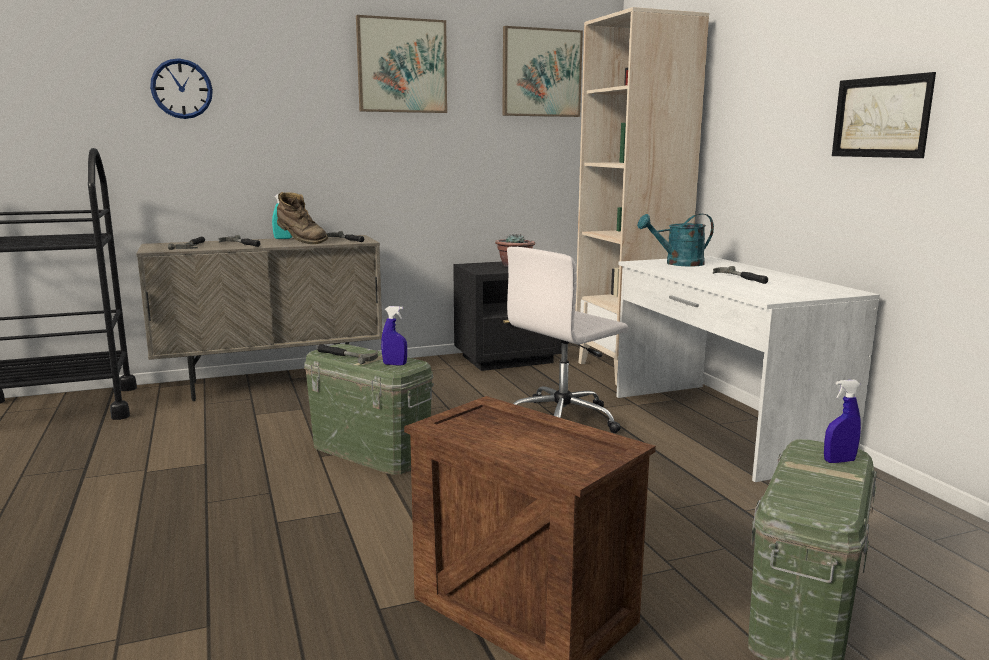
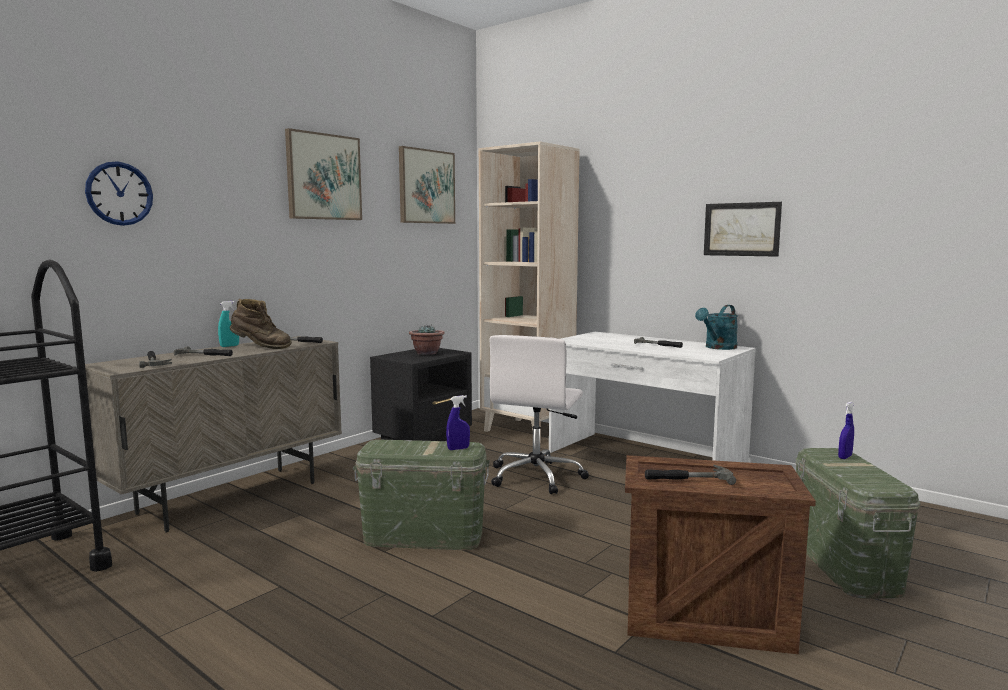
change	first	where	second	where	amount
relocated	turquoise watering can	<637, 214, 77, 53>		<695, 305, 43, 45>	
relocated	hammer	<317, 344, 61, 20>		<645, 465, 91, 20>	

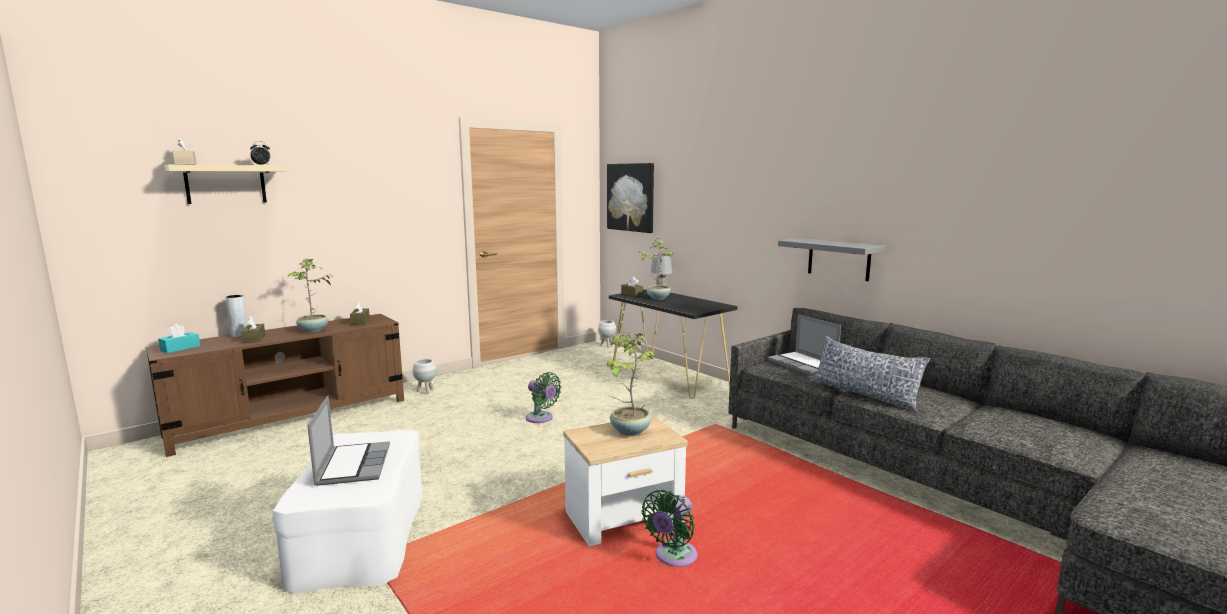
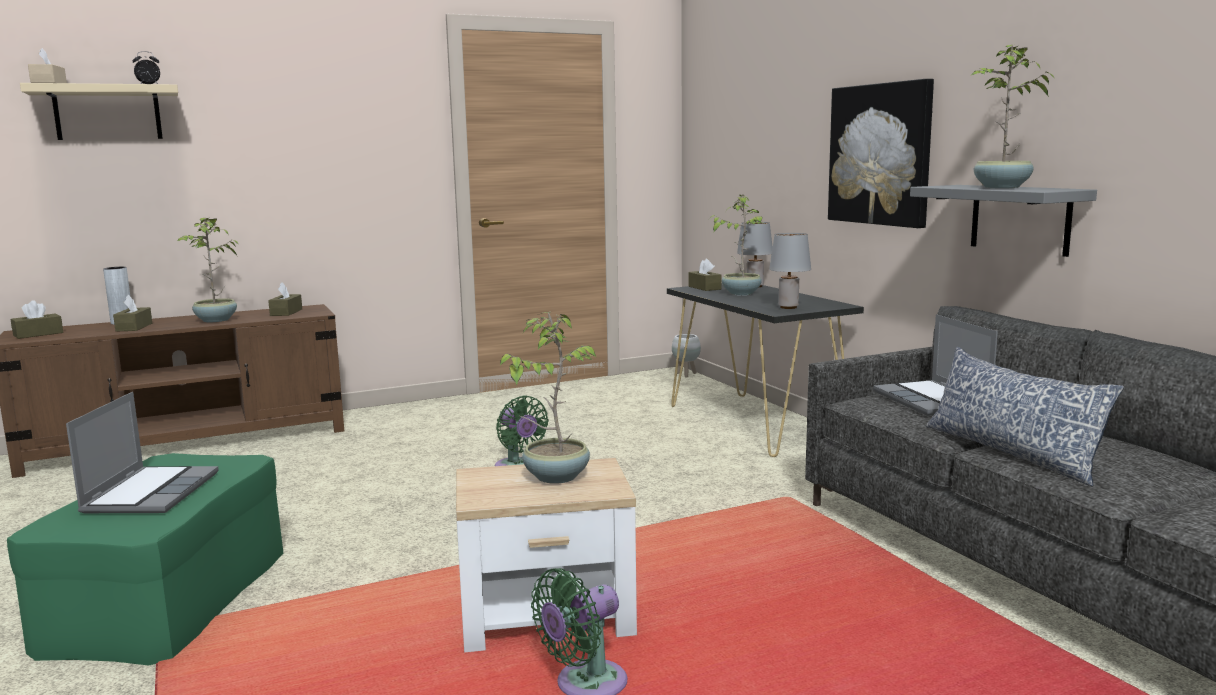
change	first	where	second	where	amount
relocated	picture	<607, 163, 47, 70>		<828, 79, 106, 149>	
colour	turquoise tissue box	<158, 324, 42, 29>	brown tissue box	<11, 300, 52, 39>	
missing	white planter	<413, 359, 24, 35>			
colour	white ottoman	<273, 429, 150, 165>	green ottoman	<7, 453, 276, 213>	
appeared			potted plant	<972, 45, 83, 143>	
appeared			grey table lamp	<769, 233, 42, 76>	

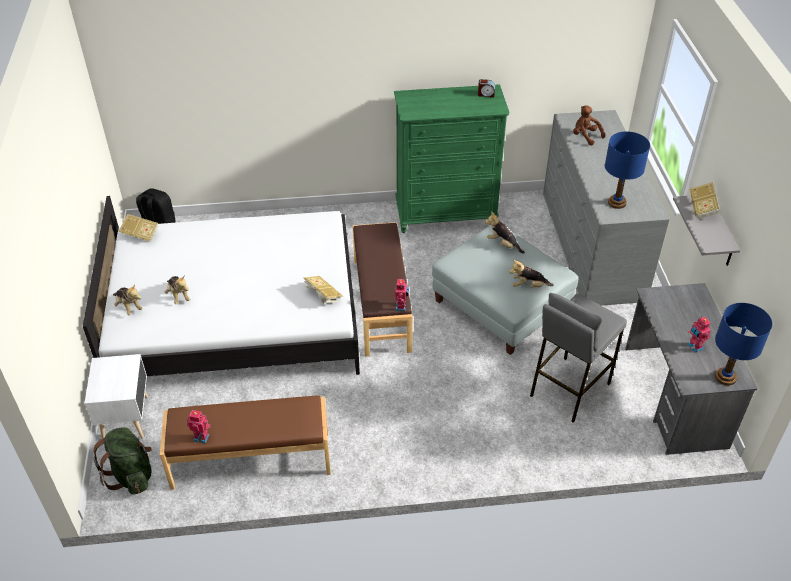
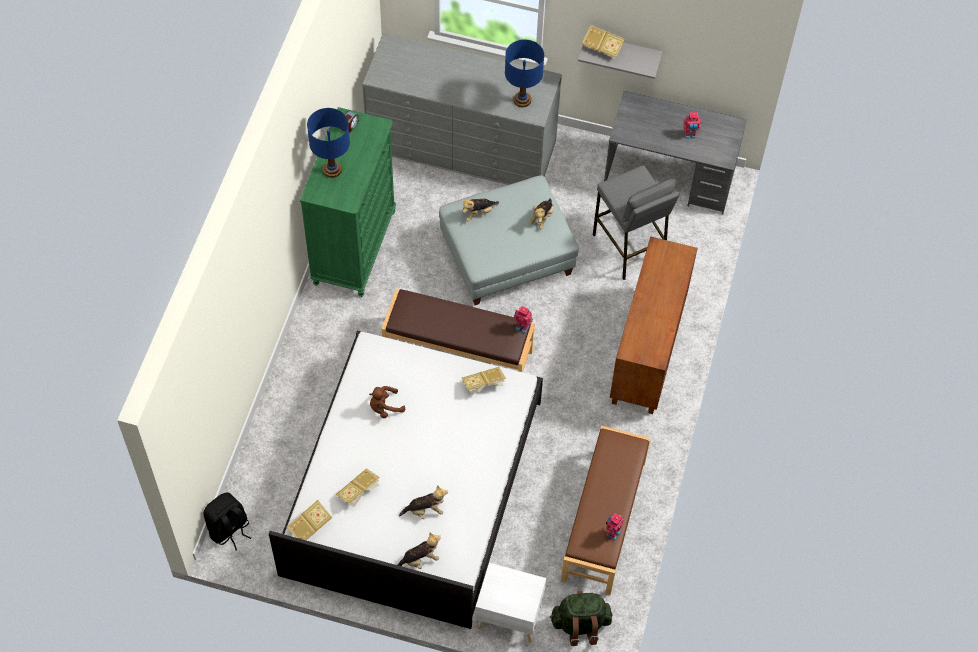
change	first	where	second	where	amount
relocated	brown plush toy	<573, 105, 33, 41>		<369, 386, 36, 32>	
relocated	blue table lamp	<715, 303, 57, 83>		<307, 108, 43, 70>	
appeared			brown cabinet	<610, 236, 88, 178>	
appeared			book	<336, 468, 44, 39>	

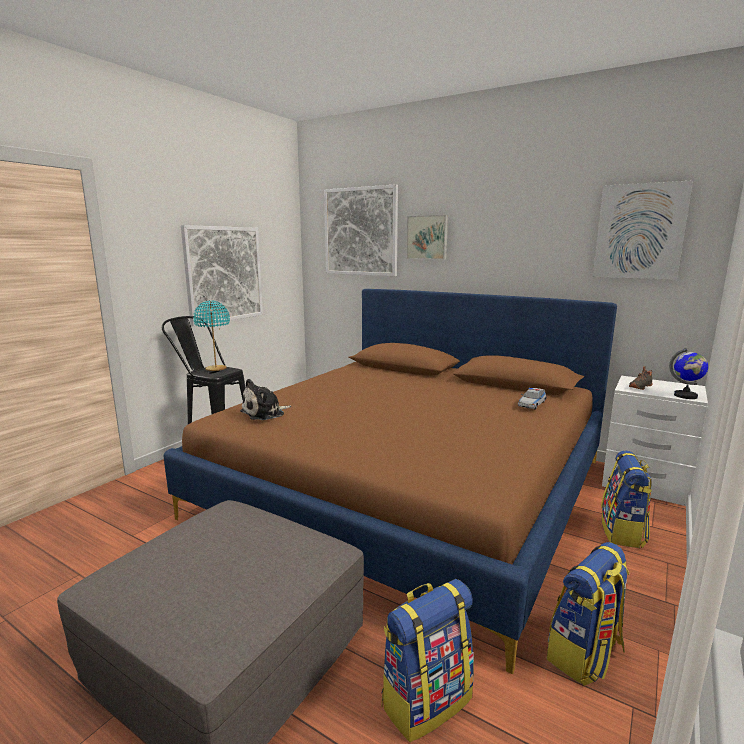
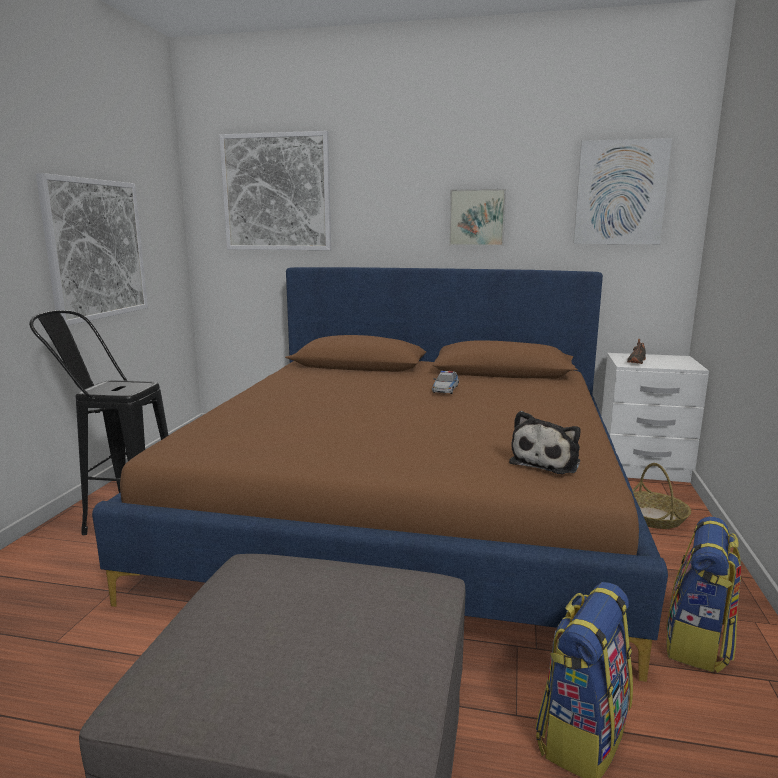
change	first	where	second	where	amount
relocated	picture	<406, 215, 42, 45>		<449, 189, 57, 57>	
missing	turquoise table lamp	<193, 300, 37, 71>			
missing	globe	<669, 348, 39, 51>			
relocated	plush toy	<240, 379, 51, 41>		<509, 411, 71, 63>	
relocated	toy car	<518, 388, 29, 22>		<432, 371, 27, 23>	
exchanged	backpack	<601, 450, 51, 98>	basket	<632, 463, 59, 66>	

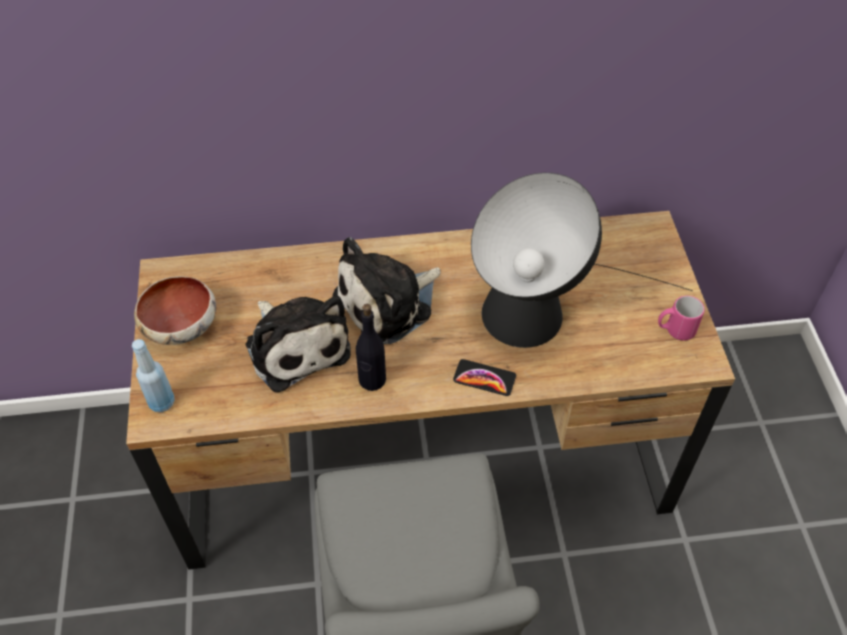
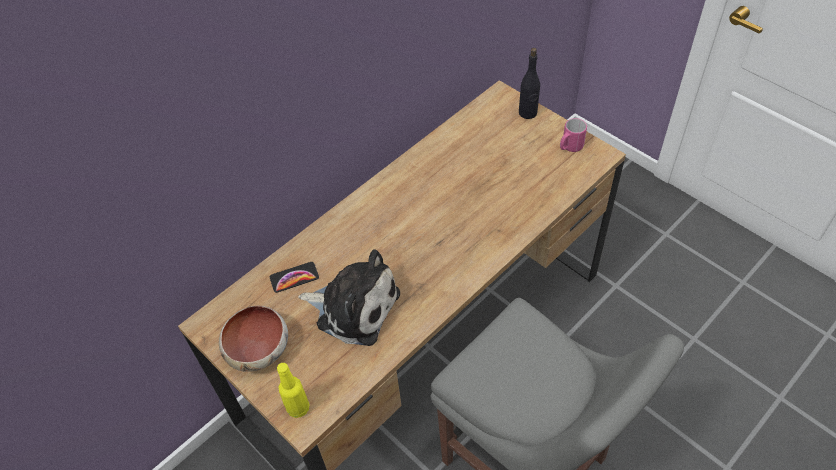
change	first	where	second	where	amount
missing	table lamp	<471, 173, 222, 175>			
missing	plush toy	<333, 237, 108, 107>			
relocated	black bottle	<356, 304, 30, 87>		<519, 48, 21, 71>	
colour	blue bottle	<132, 339, 43, 73>	yellow bottle	<277, 363, 32, 55>	
relocated	phone	<453, 359, 63, 37>		<270, 262, 49, 31>	

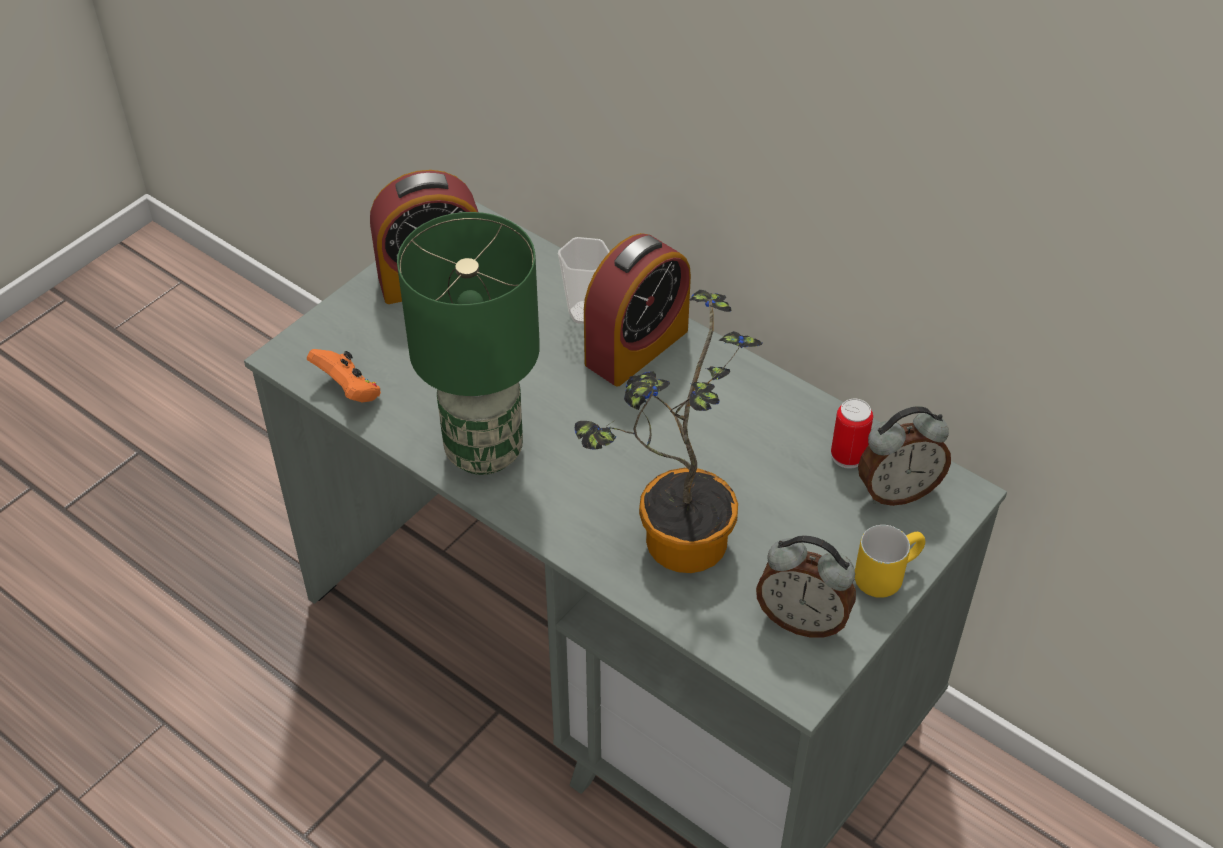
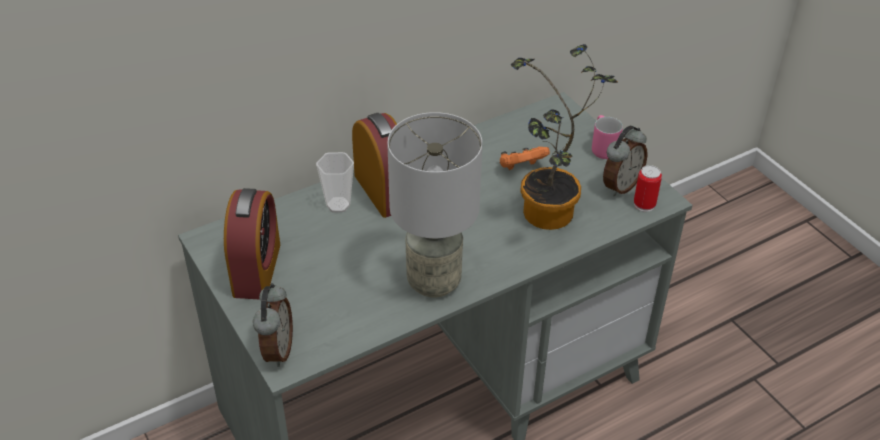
change	first	where	second	where	amount
colour	green table lamp	<397, 212, 143, 263>	grey table lamp	<387, 112, 95, 186>	
relocated	orange game controller	<307, 349, 74, 53>		<500, 147, 50, 23>	
relocated	can	<831, 399, 42, 70>		<634, 165, 28, 47>	
relocated	alarm clock	<858, 406, 93, 100>		<253, 283, 40, 84>	
colour	yellow mug	<855, 525, 70, 73>	pink mug	<592, 115, 31, 44>	

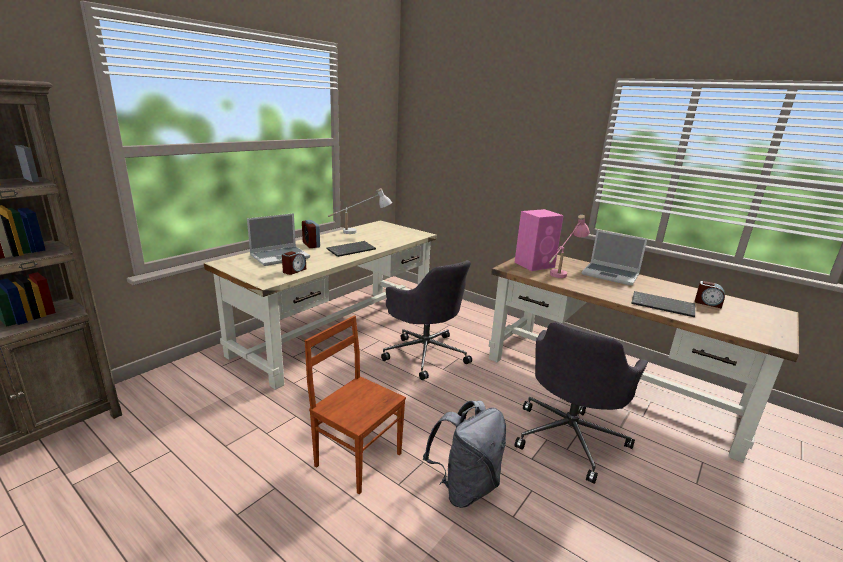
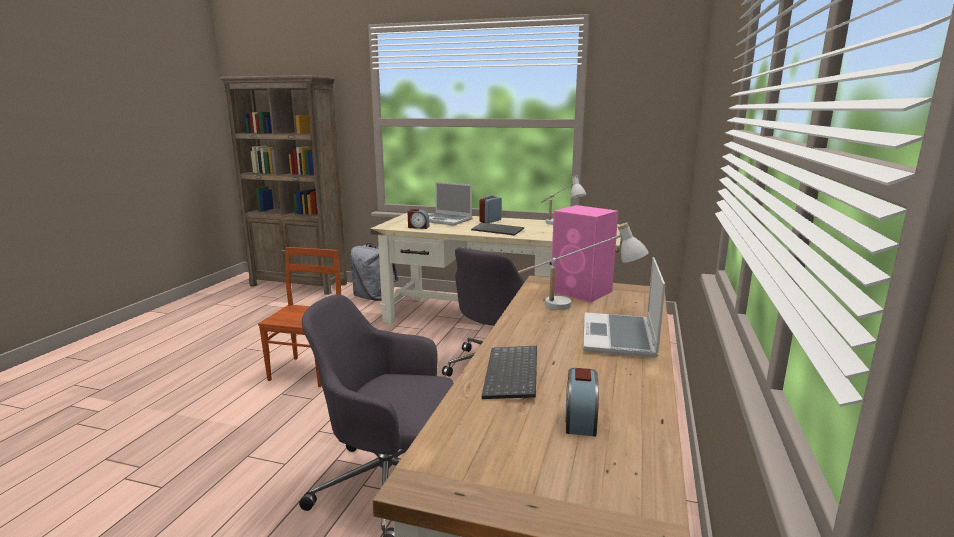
change	first	where	second	where	amount
colour	pink table lamp	<549, 215, 41, 63>	white table lamp	<518, 223, 131, 87>	
relocated	grey backpack	<423, 401, 83, 107>		<350, 243, 48, 58>	

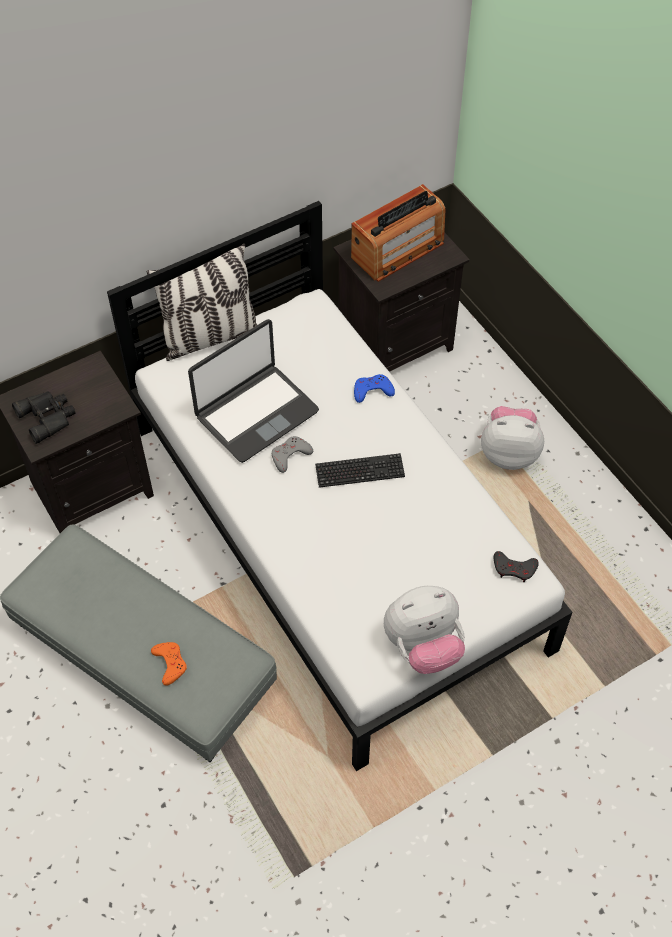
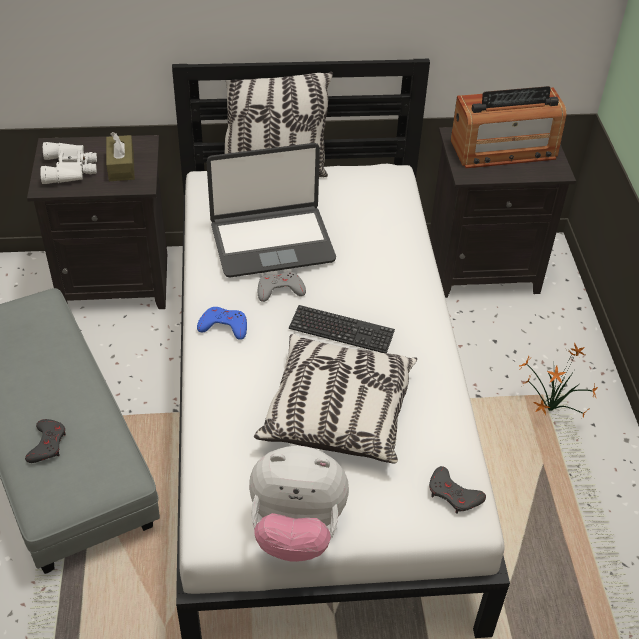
change	first	where	second	where	amount
relocated	blue game controller	<354, 374, 41, 29>		<197, 307, 50, 33>	
colour	black binoculars	<12, 392, 63, 52>	white binoculars	<40, 142, 57, 42>	
exchanged	plush toy	<481, 406, 63, 64>	potted plant	<519, 342, 79, 78>	
colour	orange game controller	<151, 642, 36, 44>	grey game controller	<25, 419, 41, 44>	
appeared			brown tissue box	<106, 132, 29, 49>	
appeared			pillow	<254, 334, 163, 130>	

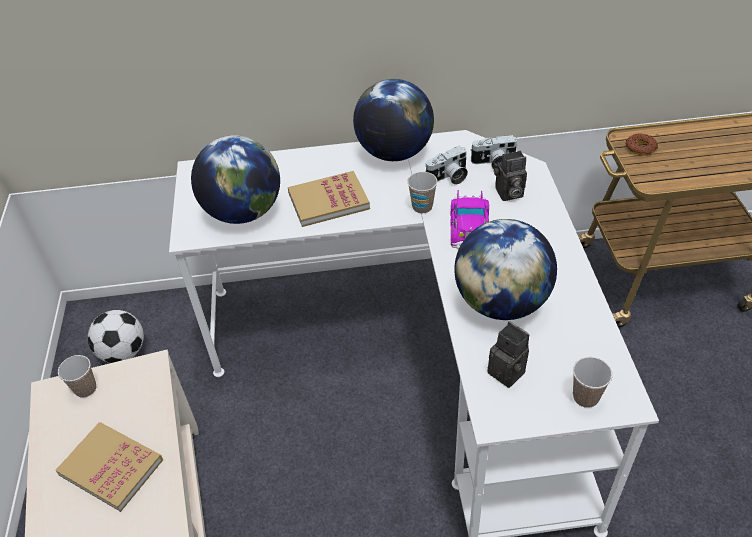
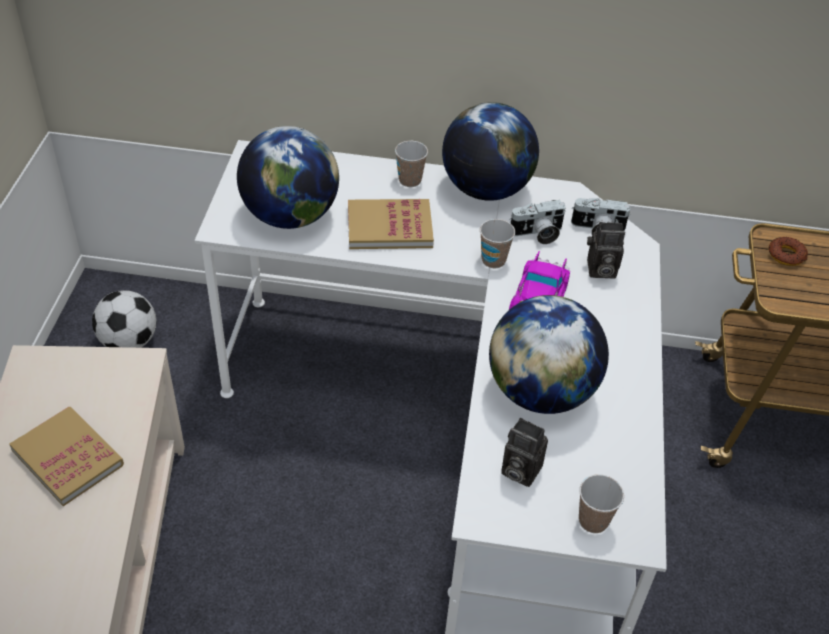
change	first	where	second	where	amount
spun	photo camera	<487, 321, 42, 67>		<501, 418, 47, 69>	150 degrees clockwise
relocated	cup	<58, 355, 38, 43>		<395, 141, 33, 46>	

